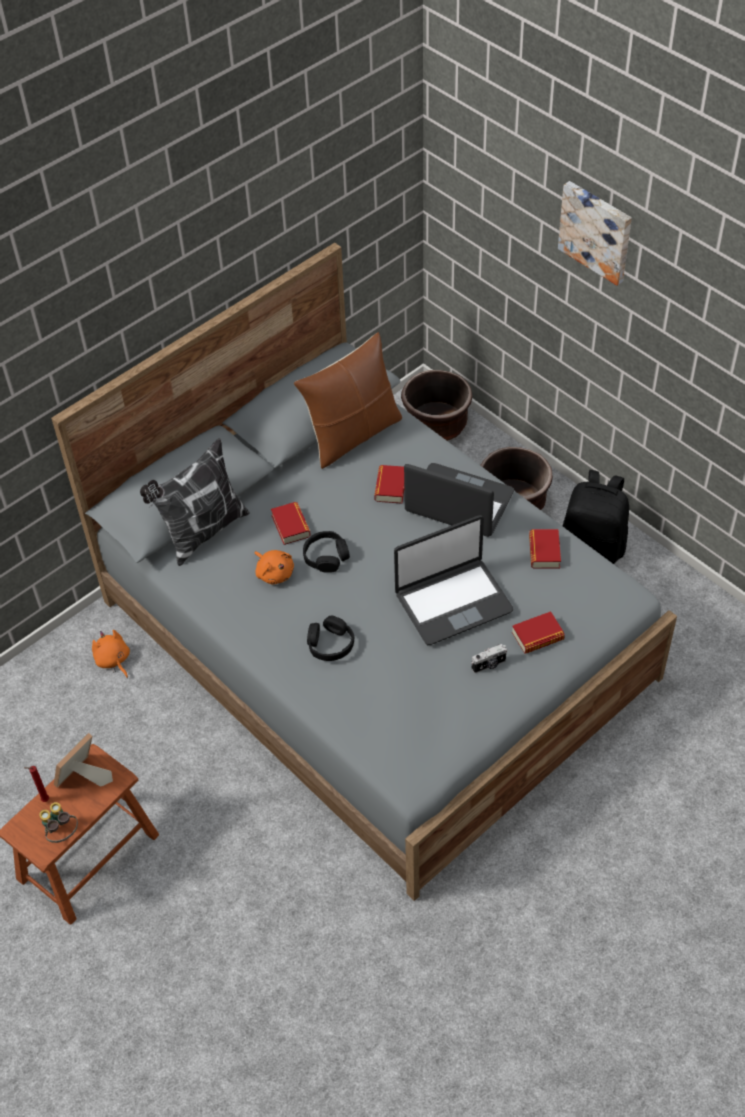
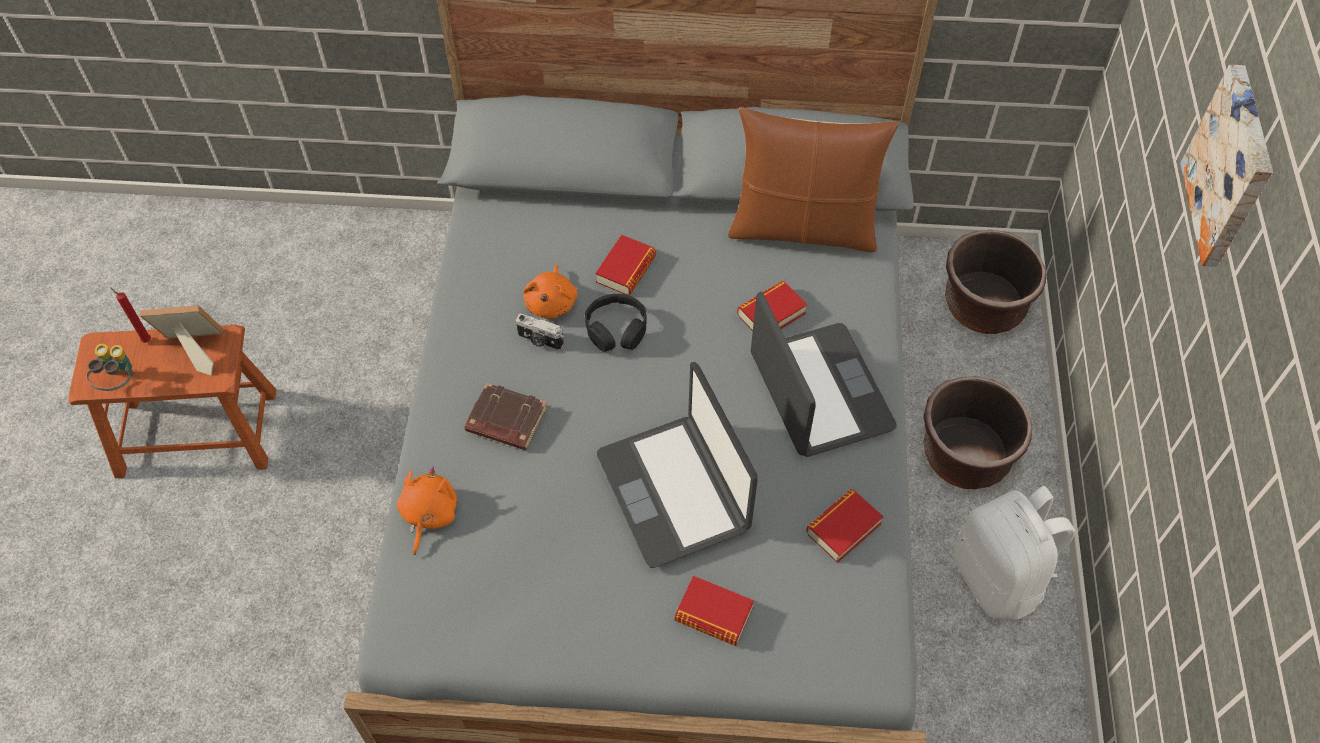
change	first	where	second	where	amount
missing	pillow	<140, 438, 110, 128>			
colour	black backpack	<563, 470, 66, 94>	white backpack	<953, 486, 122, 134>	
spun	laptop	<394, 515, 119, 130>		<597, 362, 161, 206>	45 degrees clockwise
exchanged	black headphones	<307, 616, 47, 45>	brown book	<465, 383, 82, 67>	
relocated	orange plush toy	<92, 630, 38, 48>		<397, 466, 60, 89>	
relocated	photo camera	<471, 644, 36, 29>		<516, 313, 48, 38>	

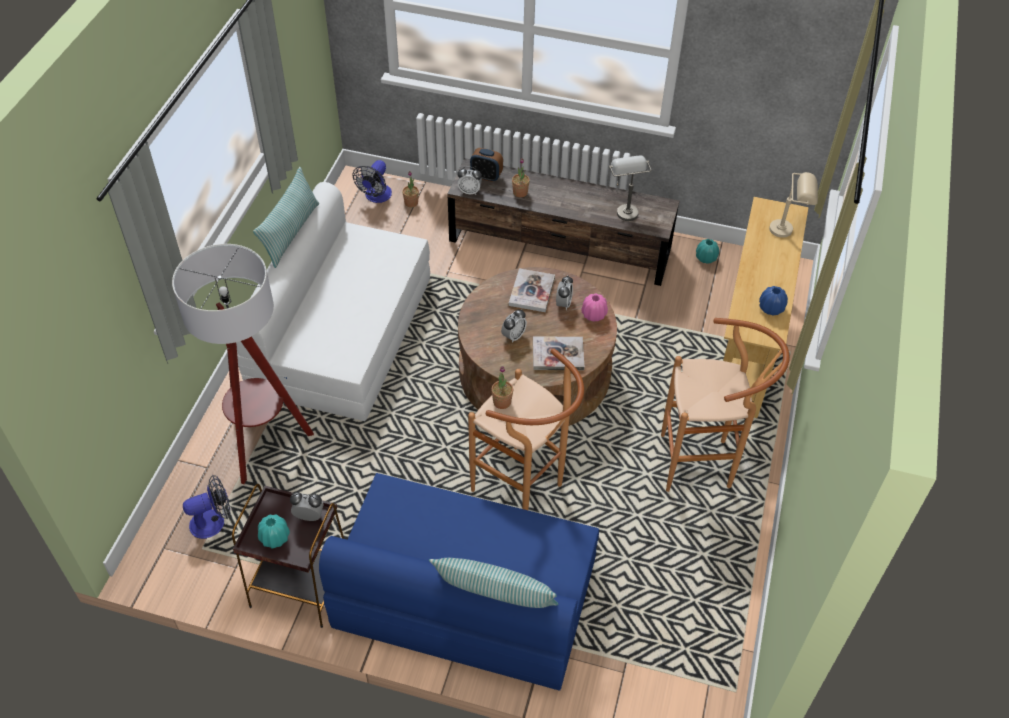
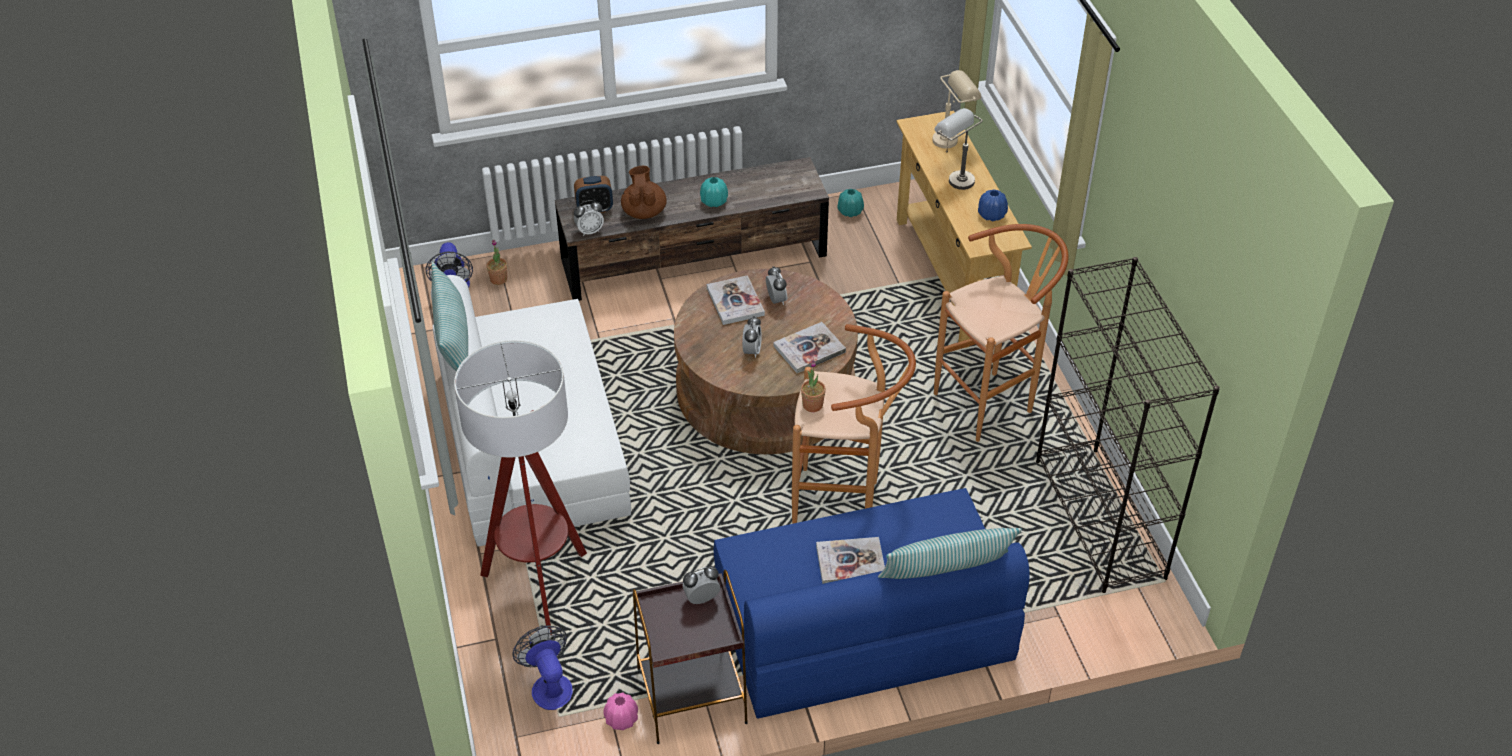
change	first	where	second	where	amount
relocated	grey table lamp	<609, 156, 43, 65>		<934, 108, 49, 82>	
exchanged	potted plant	<512, 158, 18, 39>	brown teapot	<621, 166, 46, 53>	
relocated	pink vase	<581, 293, 27, 28>		<603, 692, 35, 38>	
spun	fan	<183, 475, 47, 64>		<512, 625, 61, 85>	60 degrees counterclockwise
relocated	turquoise vase	<258, 515, 32, 34>		<700, 177, 28, 30>	
appeared			black bookcase	<1036, 257, 184, 336>	
appeared			book	<816, 537, 69, 47>	

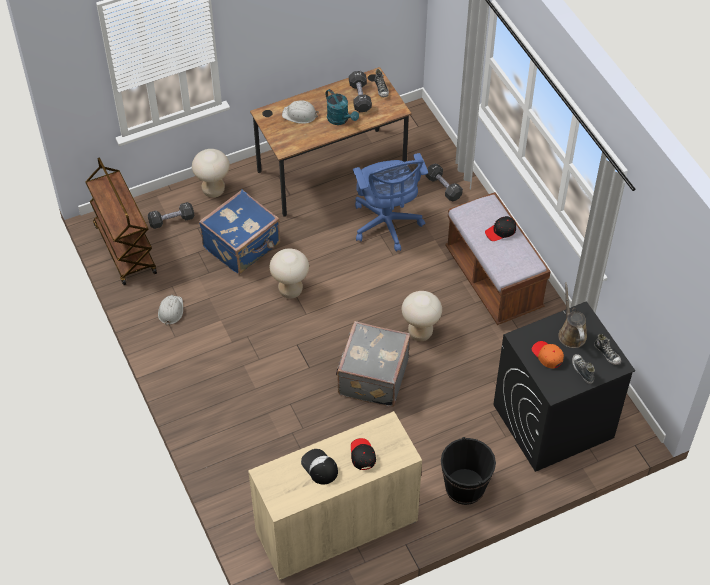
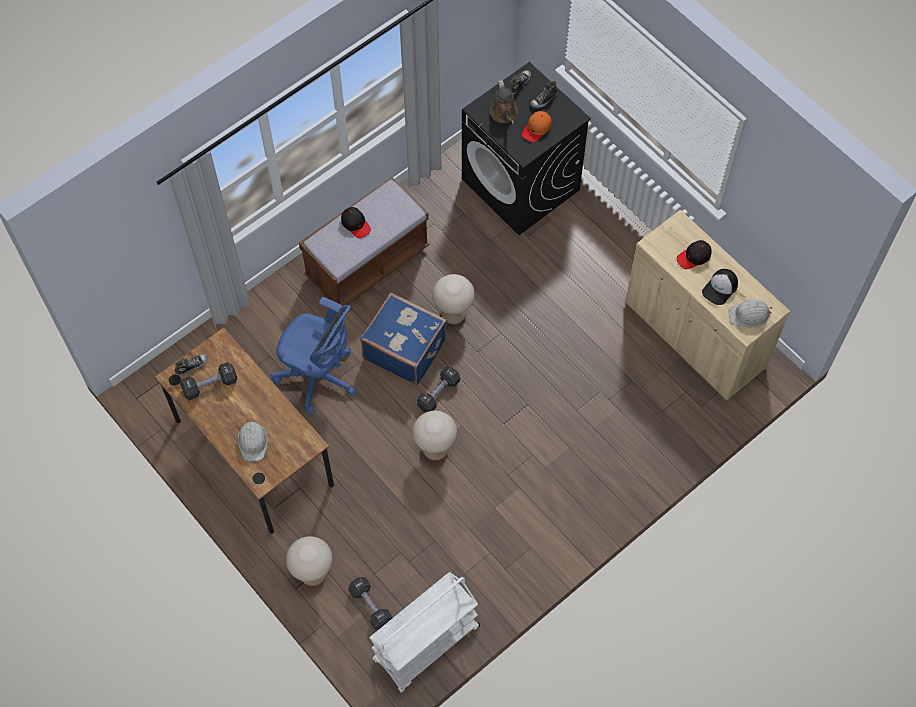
change	first	where	second	where	amount
missing	turquoise watering can	<326, 89, 33, 36>			
spun	blue office chair	<353, 153, 75, 99>		<271, 297, 85, 117>	60 degrees clockwise
colour	brown cart	<85, 157, 72, 128>	white cart	<370, 572, 110, 121>	
relocated	black dumbbell	<426, 163, 37, 38>		<416, 367, 44, 45>	
relocated	blue suitcase	<199, 189, 81, 86>		<360, 292, 87, 93>	
spun	brown watering can	<558, 282, 29, 66>		<490, 80, 28, 44>	75 degrees counterclockwise
relocated	white hard hat	<158, 295, 25, 30>		<729, 299, 43, 28>	
missing	grey suitcase	<336, 321, 74, 86>			
missing	black bucket	<441, 437, 55, 68>			

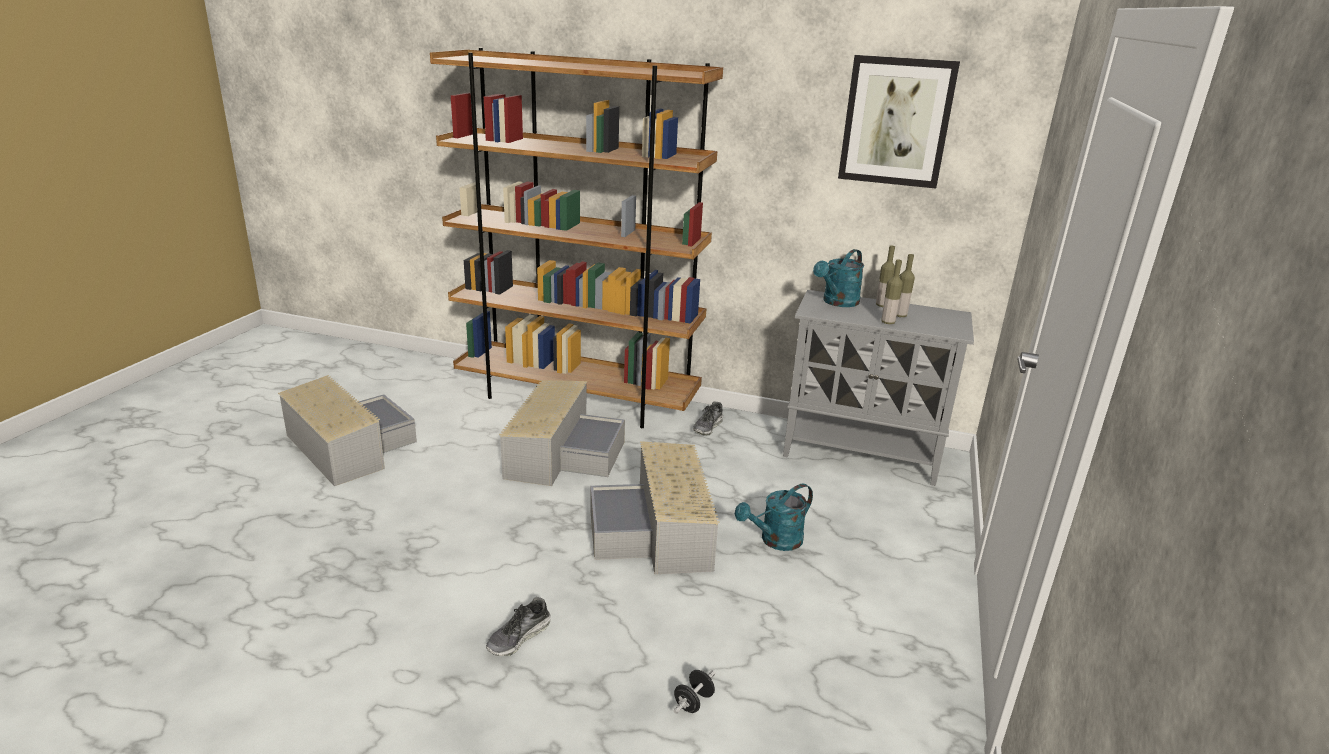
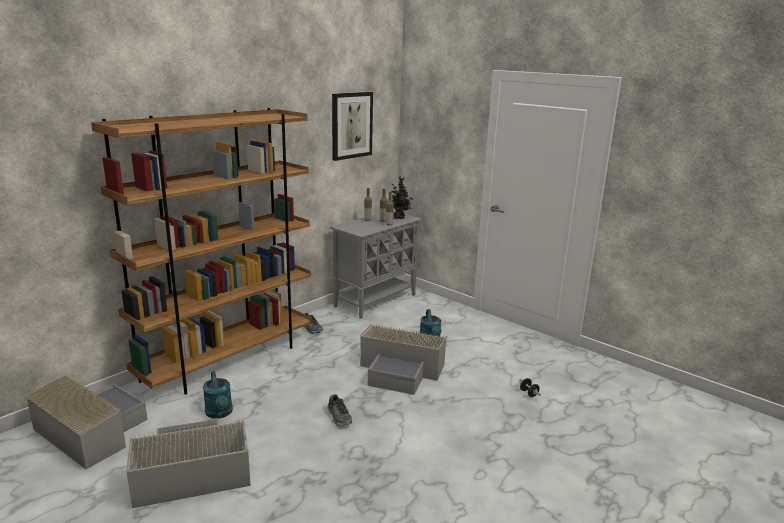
change	first	where	second	where	amount
relocated	turquoise watering can	<813, 249, 51, 58>		<203, 371, 30, 48>	
relocated	grey storage box	<499, 380, 126, 106>		<25, 375, 123, 94>	
relocated	shoe	<486, 597, 65, 59>		<327, 394, 25, 32>	
appeared			potted plant	<391, 176, 23, 43>	

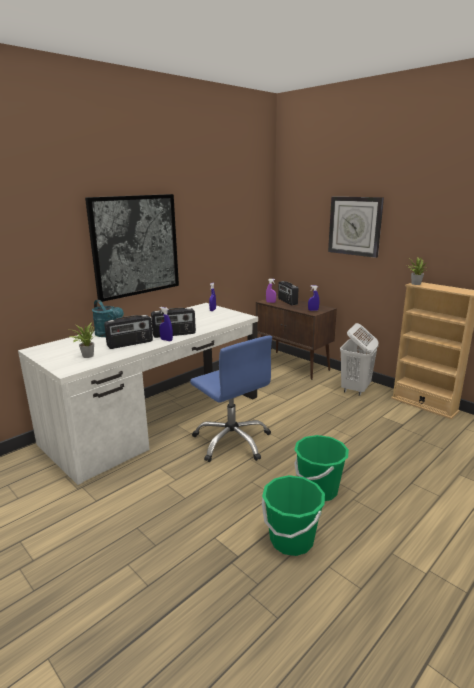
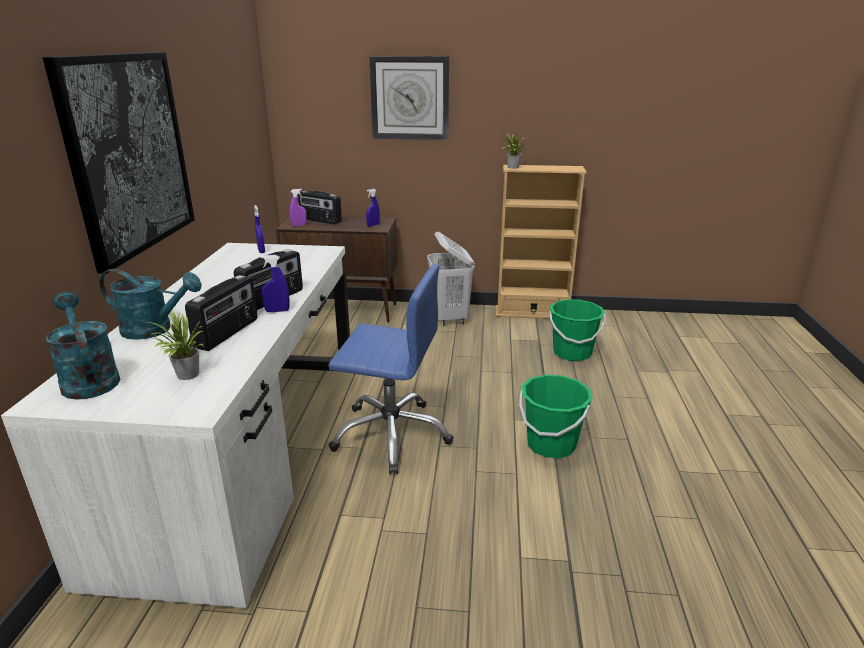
change	first	where	second	where	amount
relocated	green bucket	<262, 475, 63, 81>		<549, 299, 56, 62>	
appeared			turquoise watering can	<46, 292, 74, 108>	

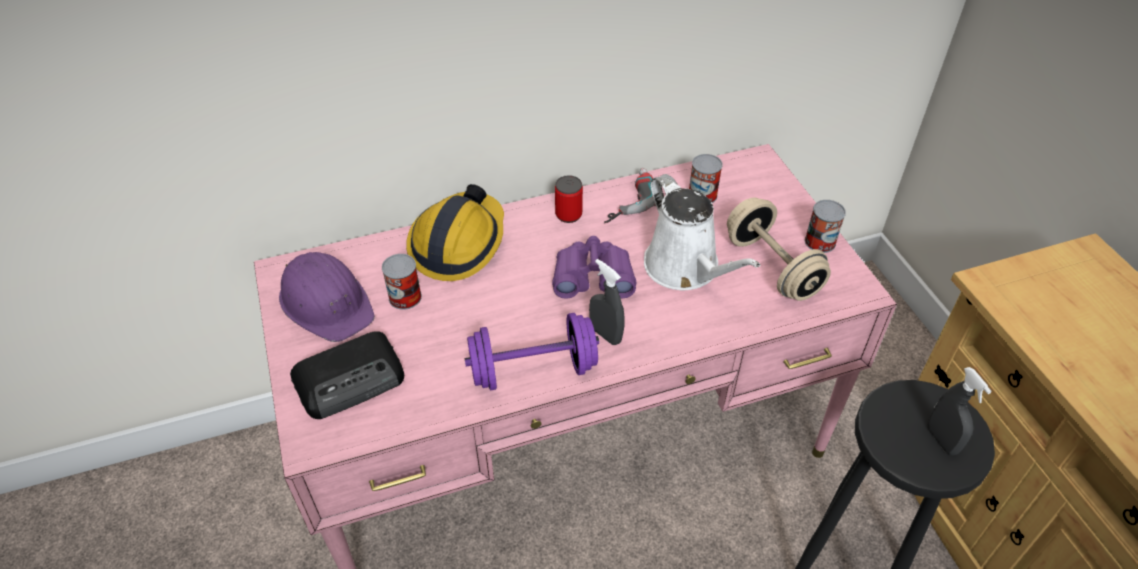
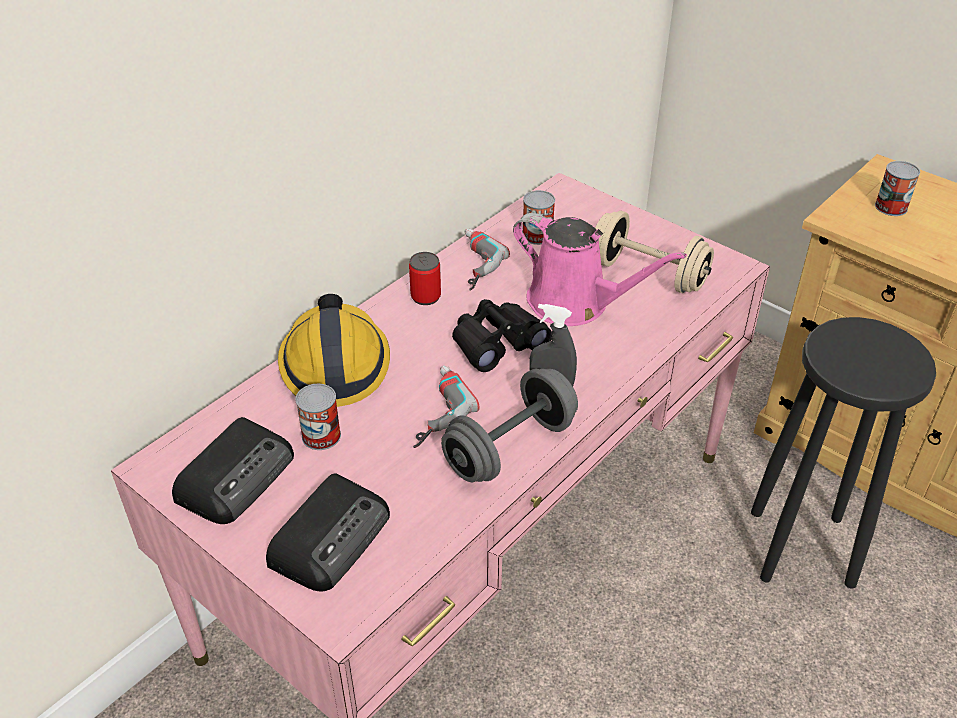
change	first	where	second	where	amount
colour	white watering can	<644, 174, 117, 116>	pink watering can	<513, 213, 174, 113>	
relocated	can	<805, 200, 41, 53>		<875, 161, 45, 55>	
colour	purple binoculars	<552, 236, 84, 63>	black binoculars	<452, 299, 100, 73>	
exchanged	purple hard hat	<279, 252, 96, 90>	radio	<172, 417, 122, 107>	
colour	purple dumbbell	<465, 313, 134, 77>	grey dumbbell	<441, 369, 137, 113>	
missing	grey spray bottle	<927, 367, 65, 89>			
appeared			power drill	<413, 365, 66, 83>	

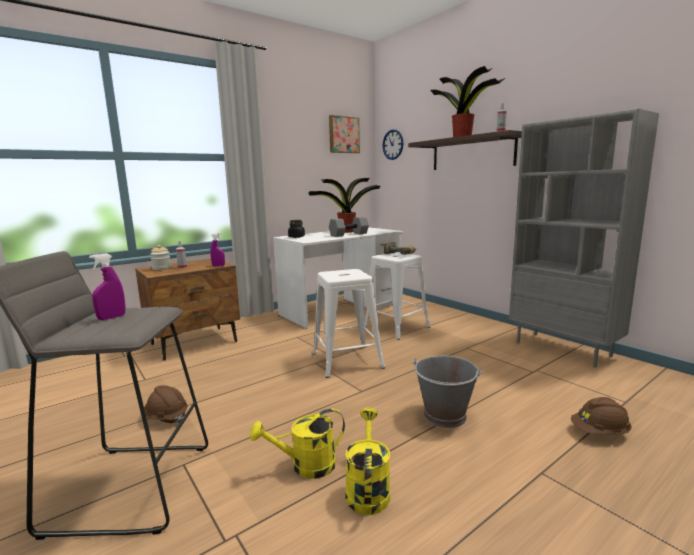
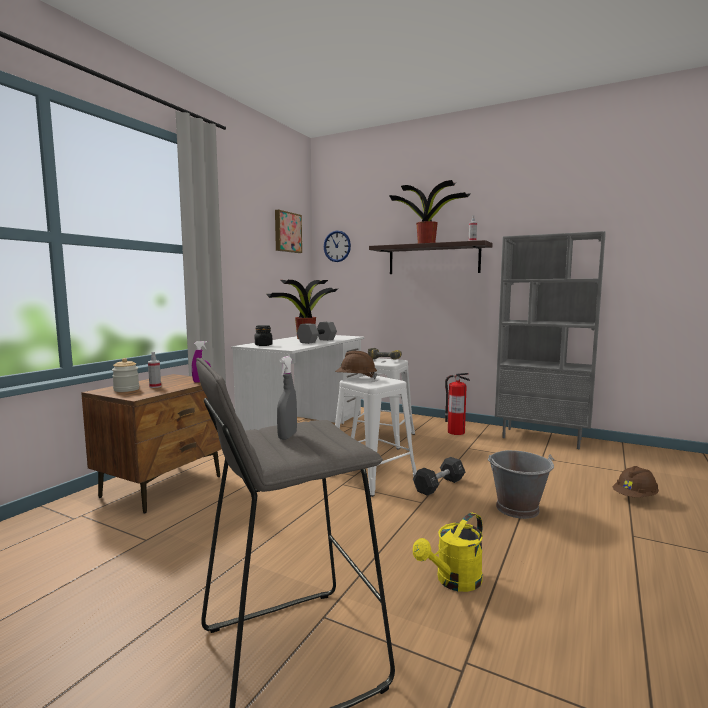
change	first	where	second	where	amount
colour	purple spray bottle	<89, 253, 37, 67>	grey spray bottle	<277, 356, 20, 84>	
relocated	brown hard hat	<144, 385, 44, 39>		<335, 351, 43, 29>	
missing	yellow watering can	<345, 408, 45, 107>			
appeared			fire extinguisher	<445, 373, 25, 62>	
appeared			black dumbbell	<413, 457, 52, 39>	

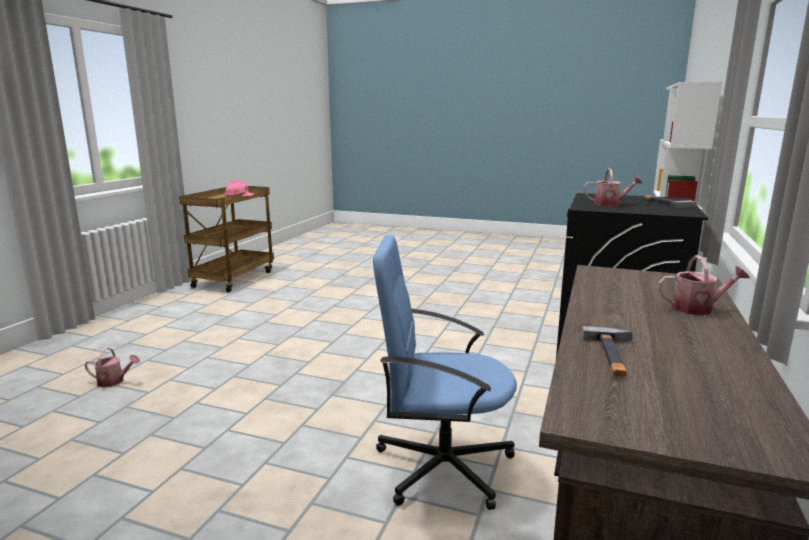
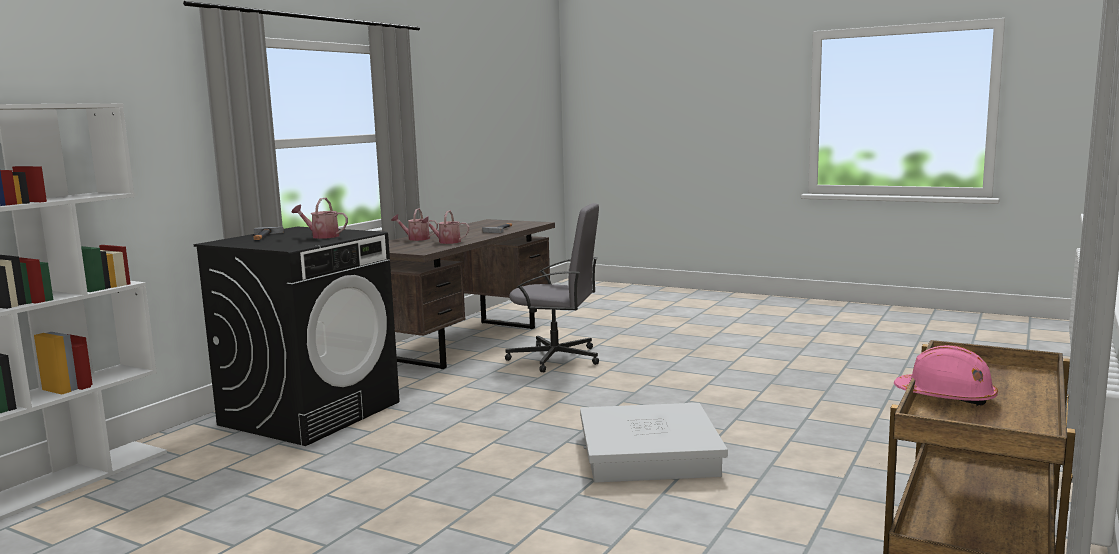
change	first	where	second	where	amount
colour	blue office chair	<373, 235, 144, 275>	grey office chair	<505, 203, 94, 170>	
relocated	watering can	<85, 347, 55, 40>		<421, 210, 48, 34>	
appeared			white storage box	<580, 403, 148, 79>	

